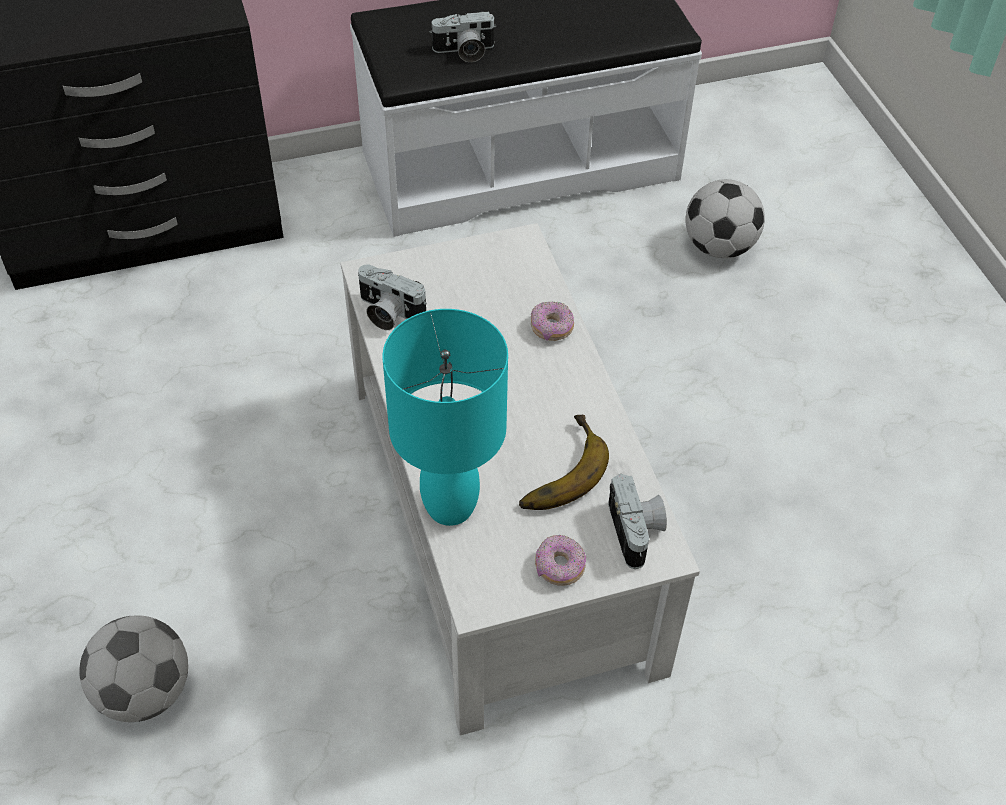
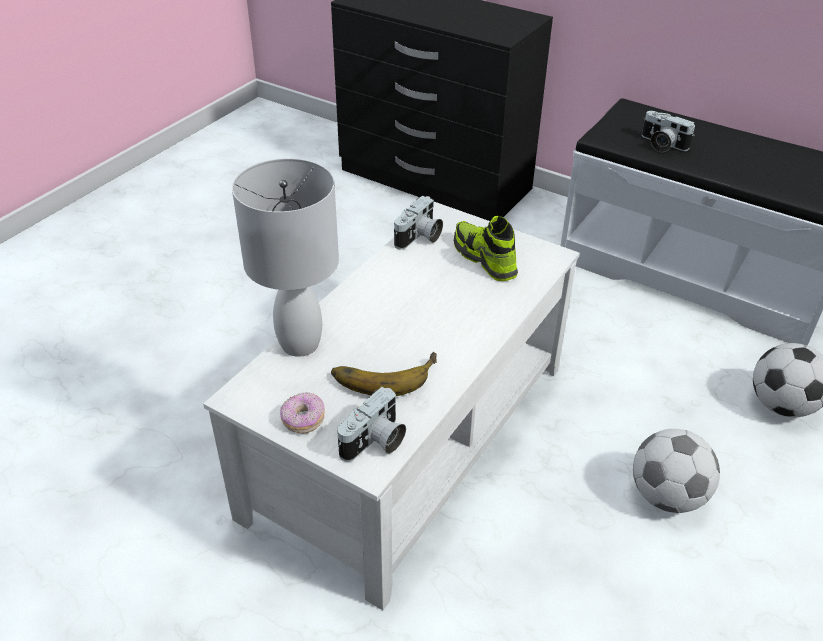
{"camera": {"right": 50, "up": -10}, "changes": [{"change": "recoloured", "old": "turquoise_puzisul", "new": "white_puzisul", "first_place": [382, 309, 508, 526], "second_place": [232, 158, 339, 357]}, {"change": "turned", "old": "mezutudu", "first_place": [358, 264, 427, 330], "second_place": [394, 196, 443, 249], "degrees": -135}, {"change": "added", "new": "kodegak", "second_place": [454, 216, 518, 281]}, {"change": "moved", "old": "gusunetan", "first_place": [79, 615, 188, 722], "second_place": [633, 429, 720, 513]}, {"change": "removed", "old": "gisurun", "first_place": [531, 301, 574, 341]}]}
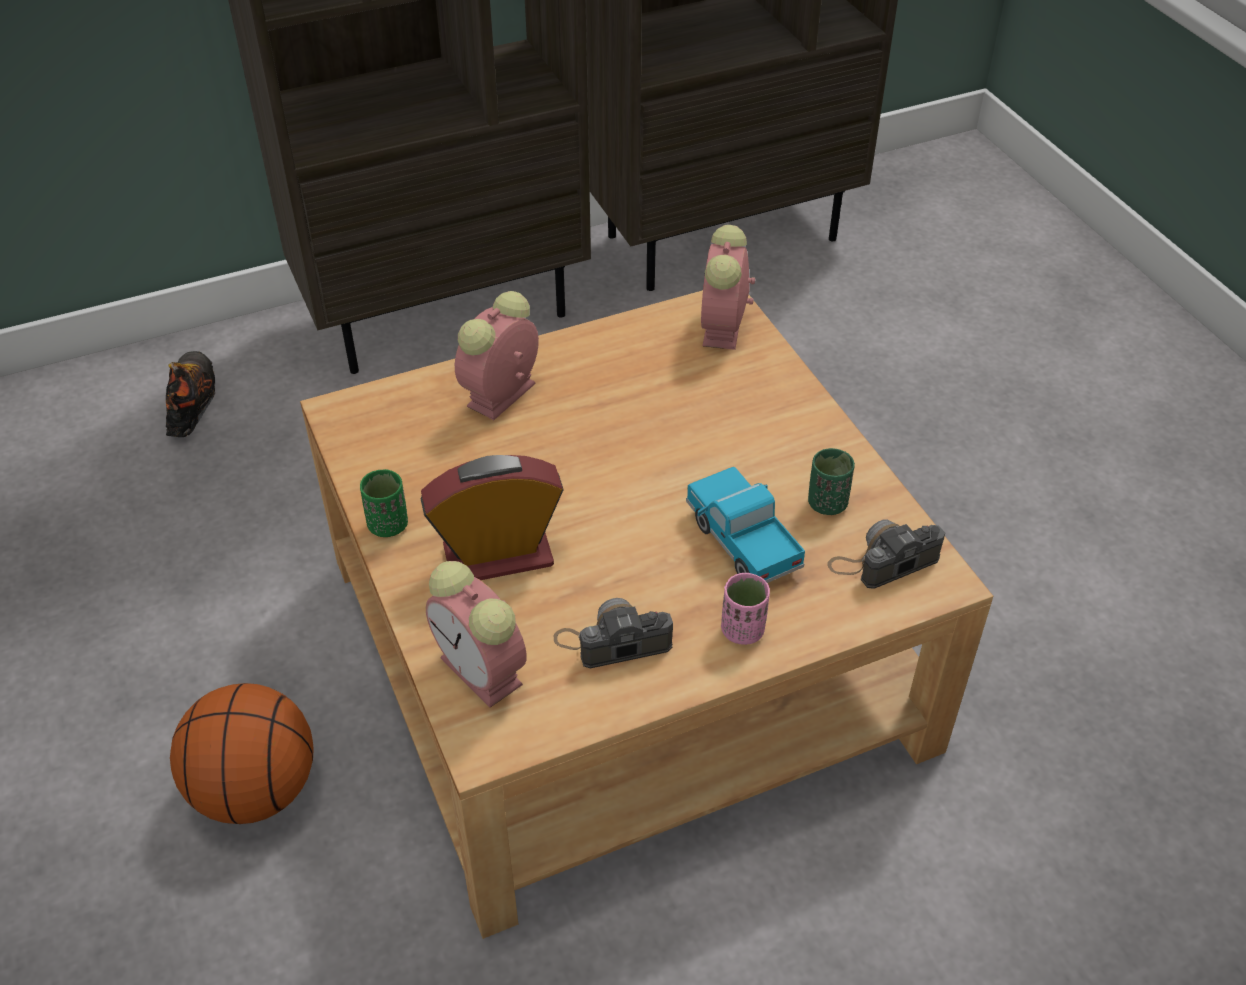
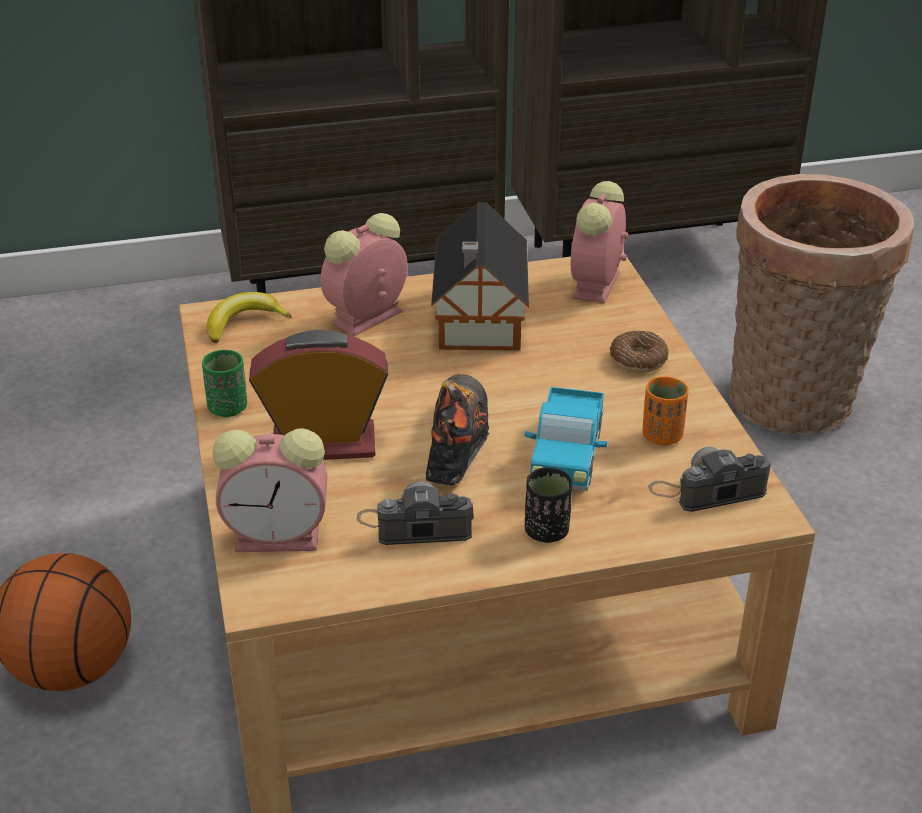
{"camera": {"right": 10, "up": -10}, "changes": [{"change": "added", "new": "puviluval", "second_place": [207, 292, 292, 343]}, {"change": "turned", "old": "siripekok", "first_place": [426, 561, 527, 708], "second_place": [213, 428, 327, 552], "degrees": -60}, {"change": "moved", "old": "kodegak", "first_place": [166, 351, 216, 437], "second_place": [426, 374, 490, 486]}, {"change": "added", "new": "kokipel", "second_place": [431, 202, 529, 351]}, {"change": "turned", "old": "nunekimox", "first_place": [686, 467, 805, 583], "second_place": [525, 387, 607, 491], "degrees": -150}, {"change": "recoloured", "old": "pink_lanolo", "new": "black_lanolo", "first_place": [721, 573, 770, 645], "second_place": [525, 467, 573, 543]}, {"change": "added", "new": "gisurun", "second_place": [610, 331, 669, 373]}, {"change": "recoloured", "old": "green_lanolo", "new": "orange_lanolo", "first_place": [808, 448, 855, 515], "second_place": [642, 376, 689, 446]}, {"change": "added", "new": "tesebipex", "second_place": [729, 174, 914, 435]}]}
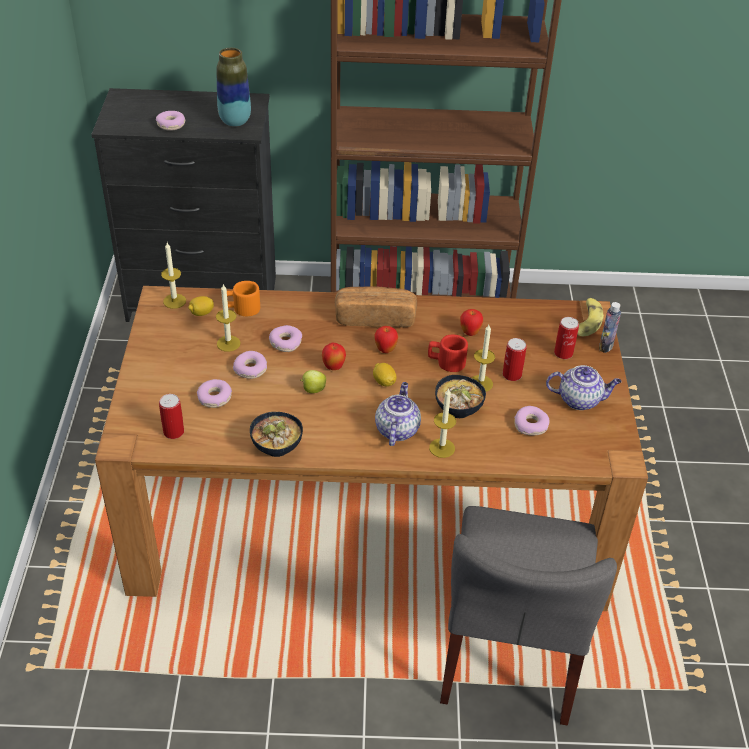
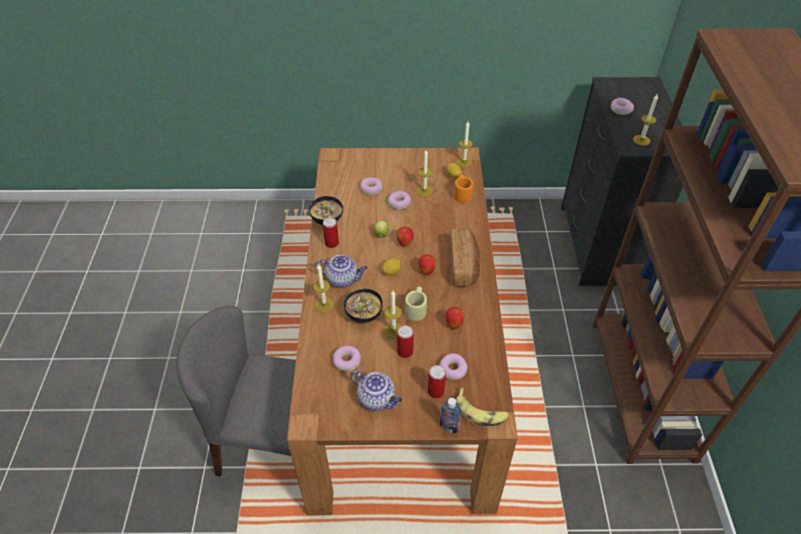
{"camera": {"right": 90, "up": 5}, "changes": [{"change": "moved", "old": "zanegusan", "first_place": [159, 394, 184, 439], "second_place": [323, 217, 339, 248]}, {"change": "turned", "old": "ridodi", "first_place": [546, 365, 621, 410], "second_place": [350, 370, 402, 411], "degrees": -60}, {"change": "recoloured", "old": "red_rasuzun", "new": "beige_rasuzun", "first_place": [428, 335, 468, 372], "second_place": [405, 287, 427, 321]}, {"change": "moved", "old": "gisurun", "first_place": [269, 325, 302, 352], "second_place": [439, 353, 468, 380]}, {"change": "replaced", "old": "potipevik", "new": "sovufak", "first_place": [216, 48, 251, 127], "second_place": [633, 95, 658, 146]}]}
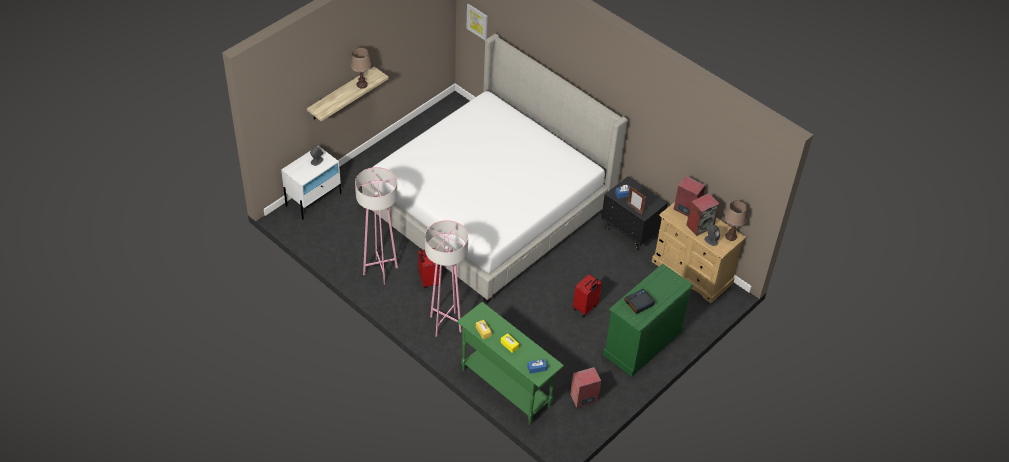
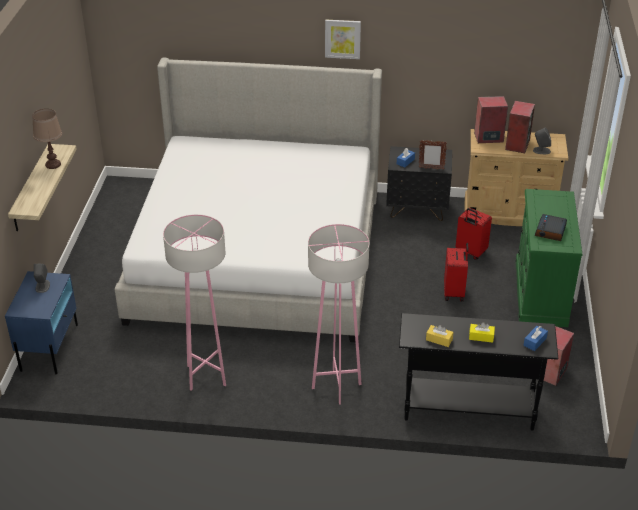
{"camera": {"right": -35, "up": -10}, "changes": [{"change": "recoloured", "old": "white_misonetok", "new": "blue_misonetok", "first_place": [281, 146, 341, 220], "second_place": [5, 271, 78, 374]}, {"change": "moved", "old": "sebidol", "first_place": [467, 4, 488, 40], "second_place": [325, 20, 361, 59]}, {"change": "recoloured", "old": "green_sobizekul", "new": "black_sobizekul", "first_place": [457, 302, 564, 425], "second_place": [399, 313, 558, 431]}, {"change": "moved", "old": "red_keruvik", "first_place": [418, 248, 439, 288], "second_place": [456, 208, 492, 260]}, {"change": "removed", "old": "brown_puzisul", "first_place": [725, 200, 747, 241]}]}
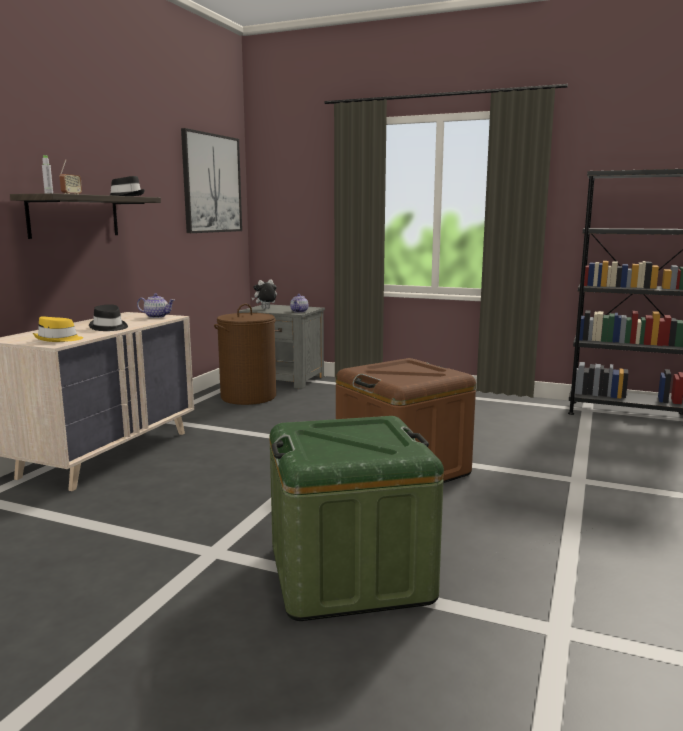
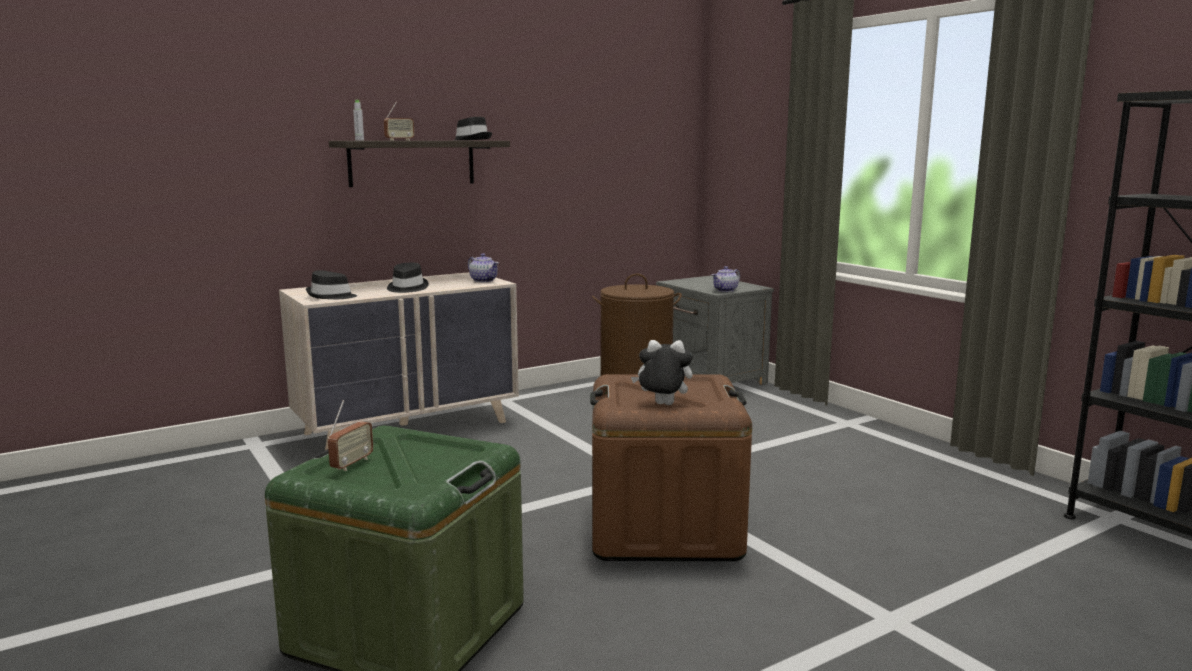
{"camera": {"right": 35, "up": 0}, "changes": [{"change": "recoloured", "old": "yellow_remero", "new": "black_remero", "first_place": [33, 317, 83, 342], "second_place": [306, 270, 357, 299]}, {"change": "added", "new": "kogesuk", "second_place": [328, 400, 373, 471]}, {"change": "moved", "old": "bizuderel", "first_place": [252, 279, 277, 309], "second_place": [631, 340, 693, 405]}, {"change": "removed", "old": "sebidol", "first_place": [181, 128, 242, 233]}]}
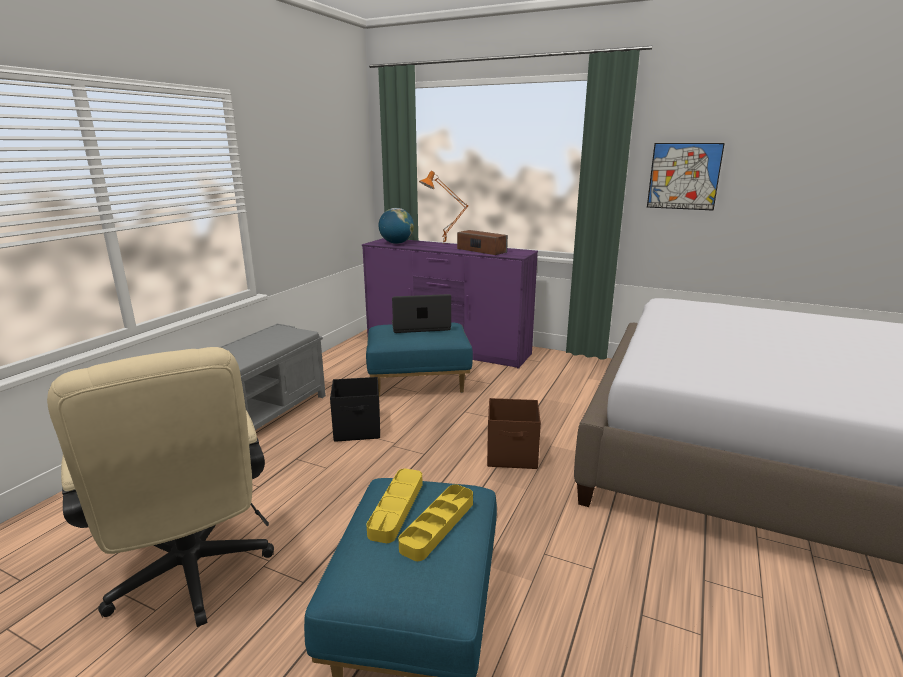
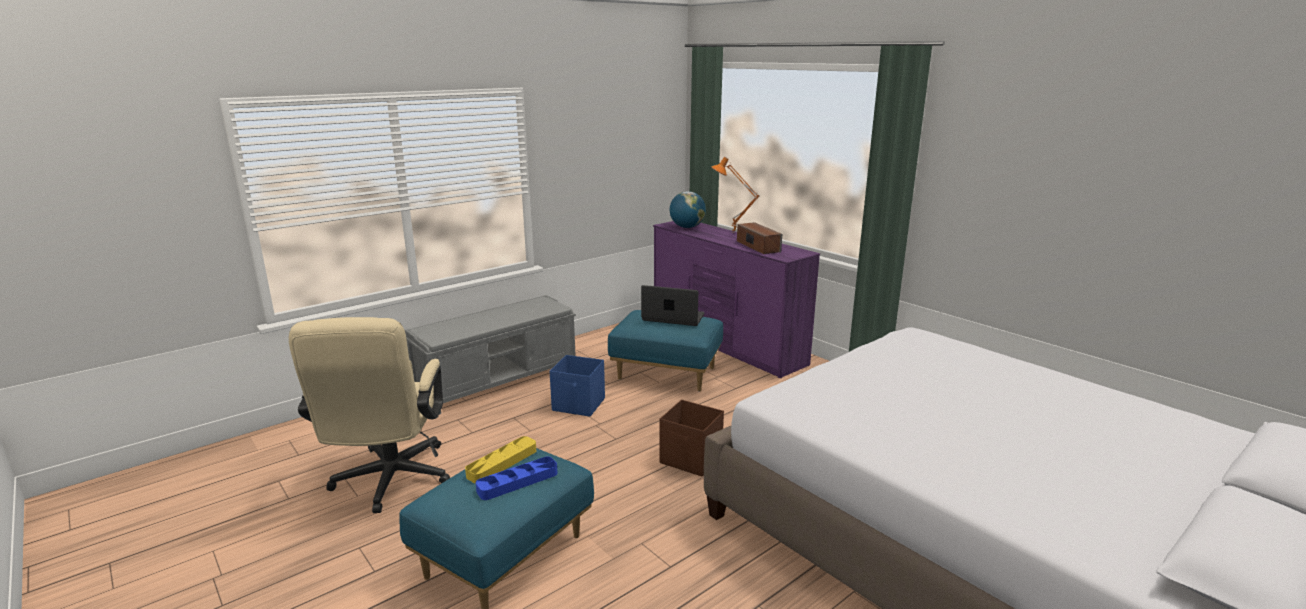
{"camera": {"right": 25, "up": 0}, "changes": [{"change": "recoloured", "old": "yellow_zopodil", "new": "blue_zopodil", "first_place": [398, 484, 473, 561], "second_place": [476, 457, 557, 500]}, {"change": "recoloured", "old": "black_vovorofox", "new": "blue_vovorofox", "first_place": [330, 377, 380, 442], "second_place": [550, 355, 605, 417]}, {"change": "removed", "old": "sebidol", "first_place": [647, 143, 725, 211]}]}
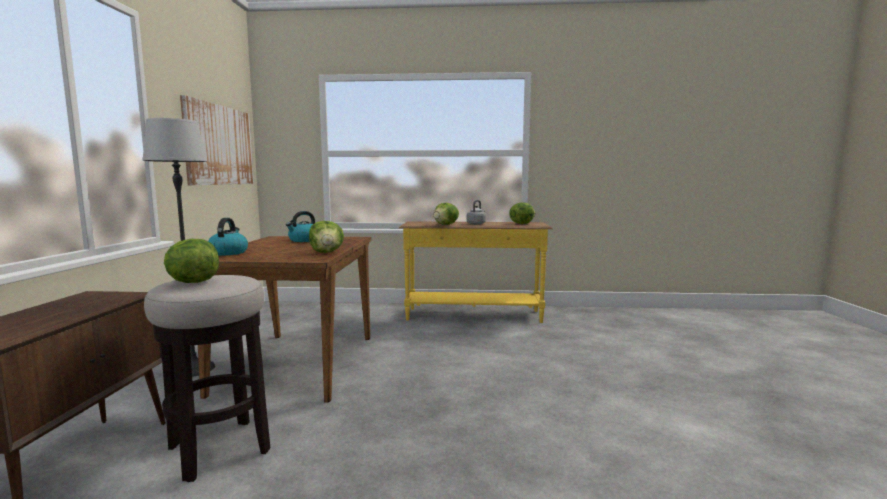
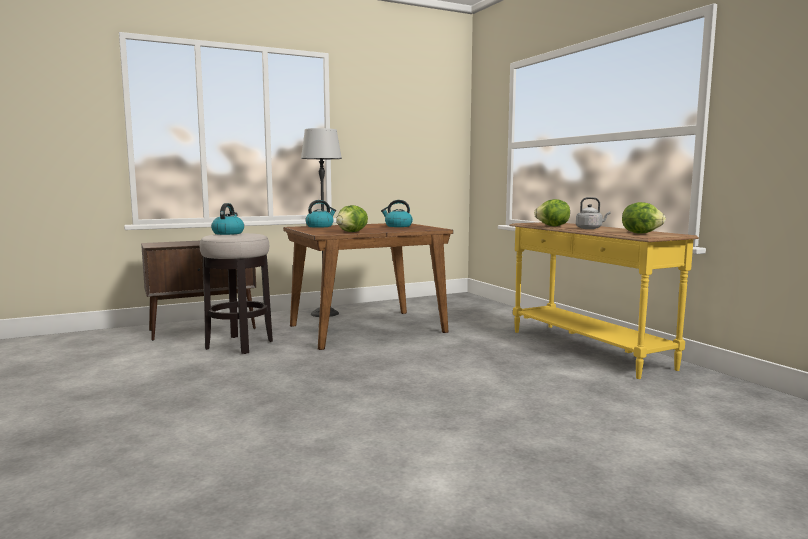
{"camera": {"right": 60, "up": 0}, "changes": [{"change": "replaced", "old": "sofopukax", "new": "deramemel", "first_place": [164, 239, 219, 283], "second_place": [211, 203, 244, 235]}, {"change": "removed", "old": "sebidol", "first_place": [180, 95, 254, 185]}]}
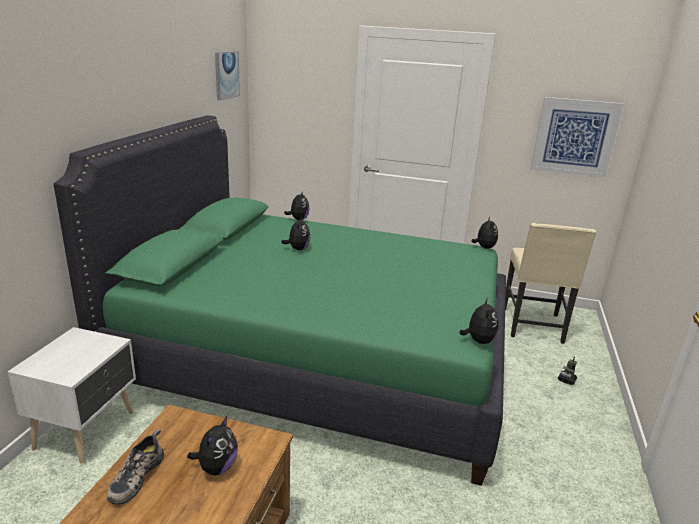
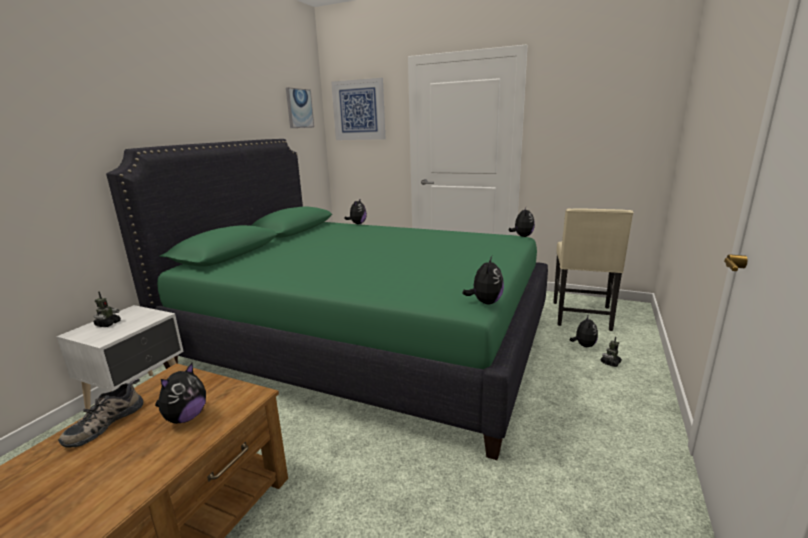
{"camera": {"right": 10, "up": -5}, "changes": [{"change": "added", "new": "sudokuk", "second_place": [94, 292, 121, 327]}, {"change": "moved", "old": "sebidol", "first_place": [531, 97, 624, 178], "second_place": [331, 78, 385, 140]}, {"change": "moved", "old": "bizuderel", "first_place": [281, 216, 310, 250], "second_place": [570, 314, 598, 347]}]}
